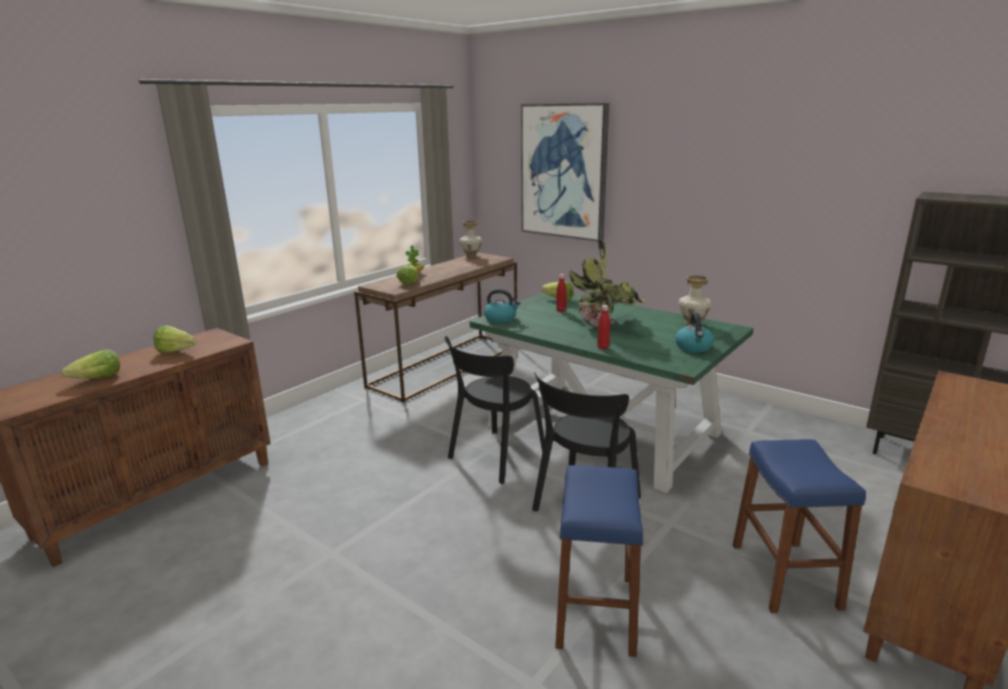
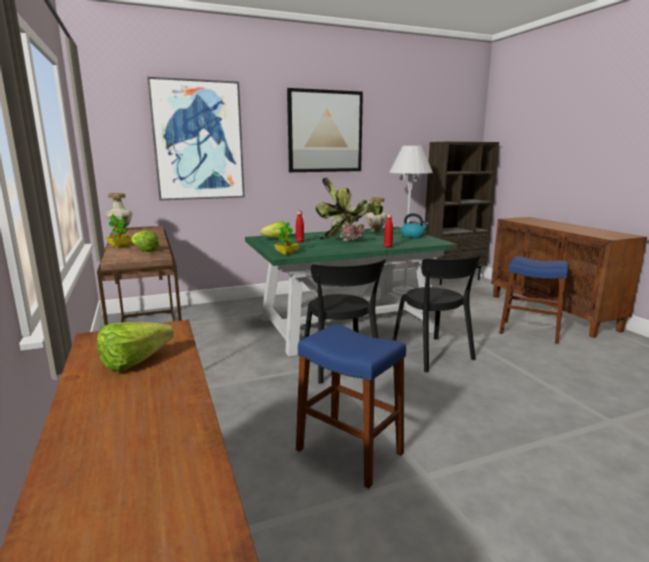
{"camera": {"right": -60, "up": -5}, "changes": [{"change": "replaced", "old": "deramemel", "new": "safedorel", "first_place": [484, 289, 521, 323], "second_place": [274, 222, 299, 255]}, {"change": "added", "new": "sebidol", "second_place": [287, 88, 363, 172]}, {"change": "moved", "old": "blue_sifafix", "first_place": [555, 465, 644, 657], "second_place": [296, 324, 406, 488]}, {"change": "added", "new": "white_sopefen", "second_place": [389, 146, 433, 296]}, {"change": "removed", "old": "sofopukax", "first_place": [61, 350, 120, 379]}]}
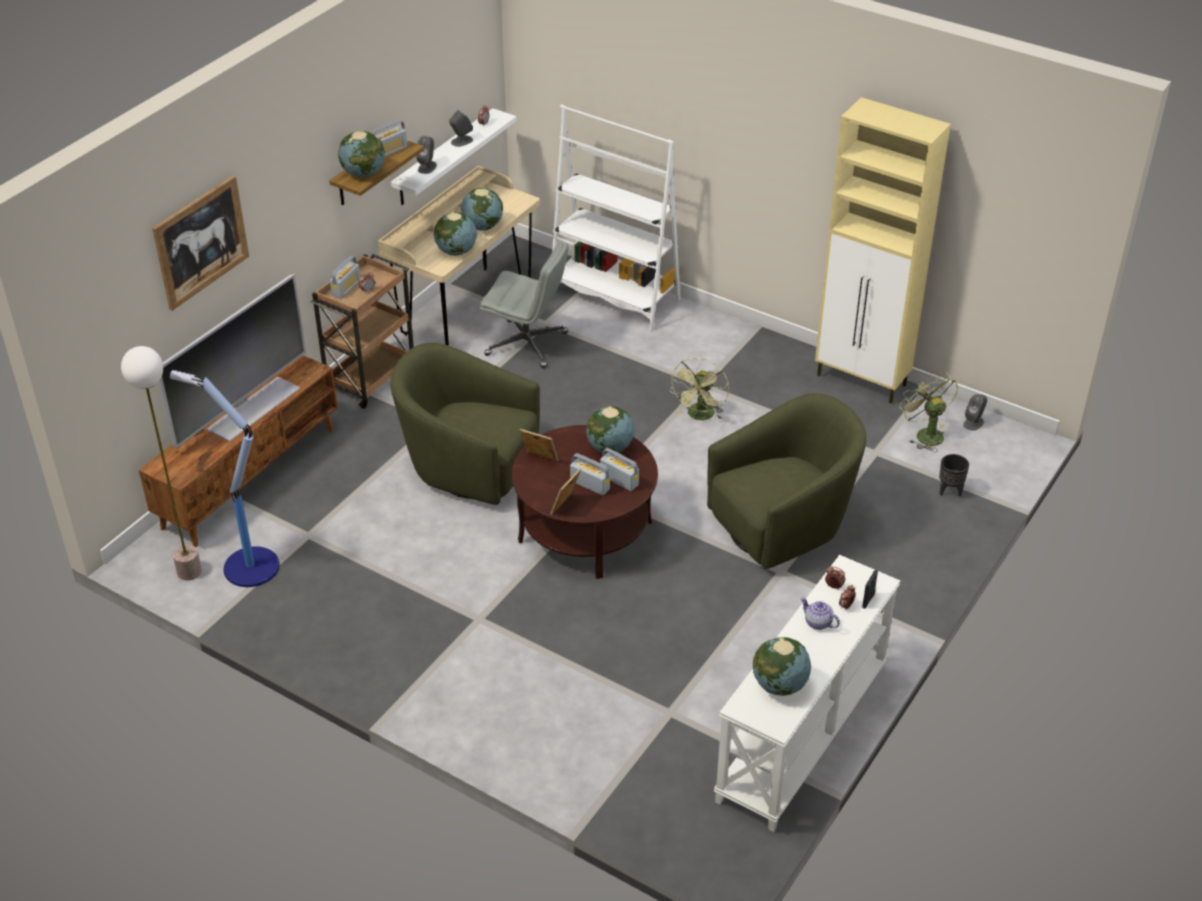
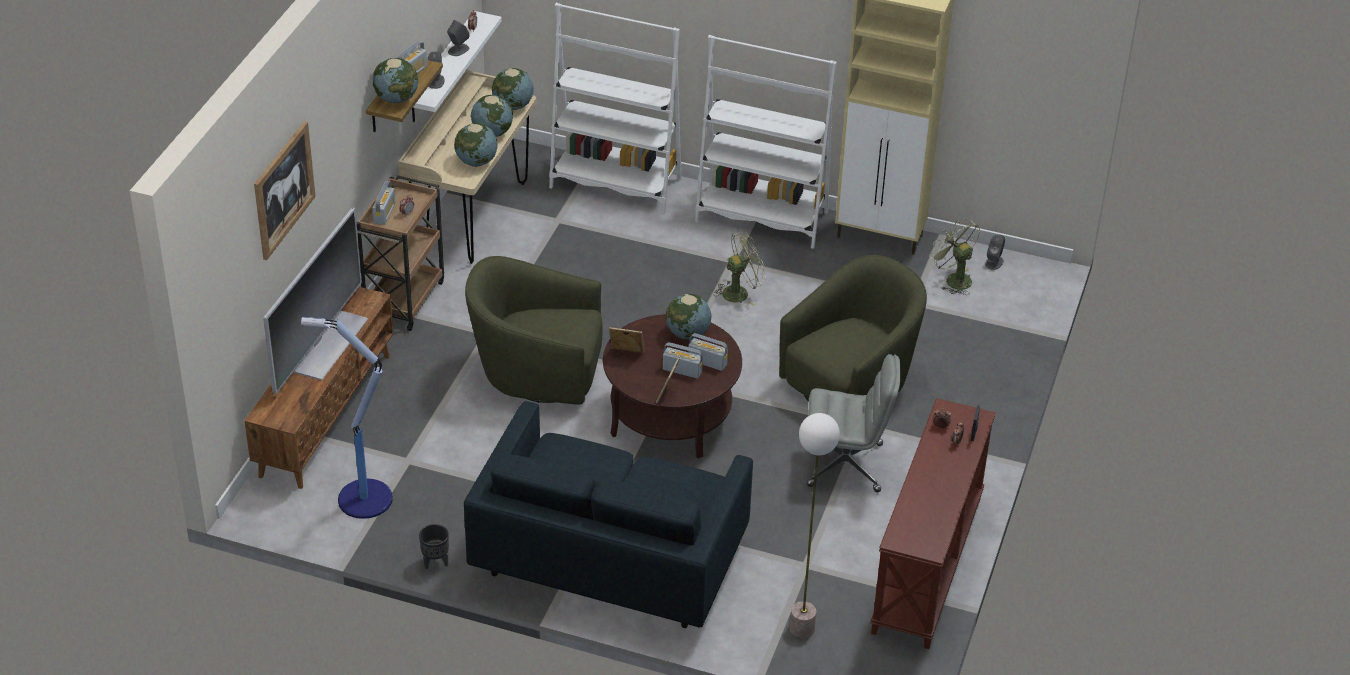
{"camera": {"right": -15, "up": 0}, "changes": [{"change": "moved", "old": "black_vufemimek", "first_place": [939, 454, 969, 497], "second_place": [419, 524, 449, 569]}, {"change": "added", "new": "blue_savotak", "second_place": [464, 401, 753, 628]}, {"change": "moved", "old": "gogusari", "first_place": [752, 637, 811, 696], "second_place": [492, 68, 534, 110]}, {"change": "added", "new": "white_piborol", "second_place": [695, 35, 837, 249]}, {"change": "turned", "old": "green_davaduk", "first_place": [670, 358, 729, 420], "second_place": [713, 231, 766, 306], "degrees": -120}, {"change": "moved", "old": "sopefen", "first_place": [121, 346, 202, 581], "second_place": [790, 413, 840, 638]}, {"change": "moved", "old": "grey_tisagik", "first_place": [480, 242, 569, 368], "second_place": [807, 354, 901, 492]}, {"change": "recoloured", "old": "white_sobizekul", "new": "brown_sobizekul", "first_place": [714, 555, 900, 832], "second_place": [871, 398, 996, 649]}, {"change": "removed", "old": "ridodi", "first_place": [801, 597, 840, 630]}]}
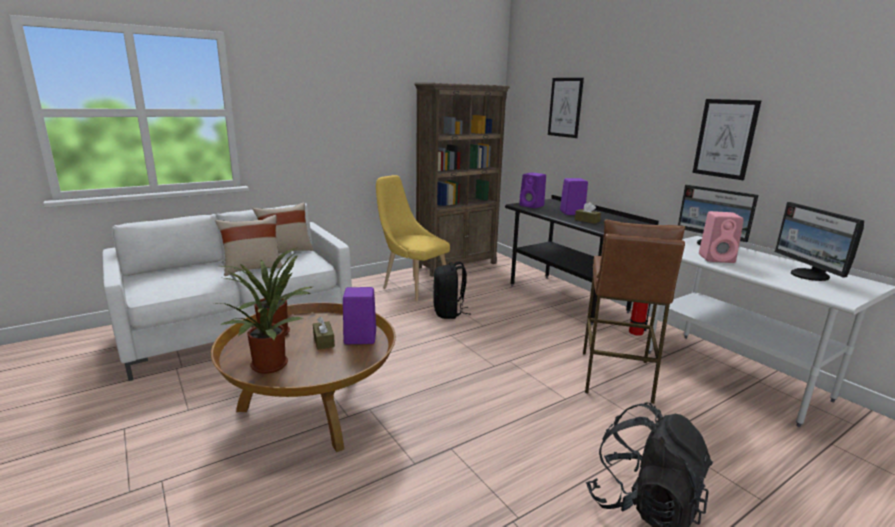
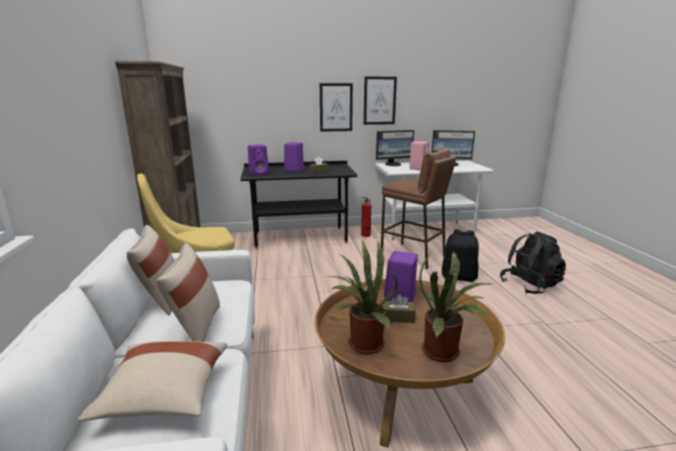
{"camera": {"right": -65, "up": 0}, "changes": [{"change": "added", "new": "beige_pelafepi", "second_place": [78, 341, 227, 421]}, {"change": "moved", "old": "sebidol", "first_place": [548, 78, 584, 138], "second_place": [320, 83, 353, 132]}, {"change": "moved", "old": "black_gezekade", "first_place": [433, 261, 470, 319], "second_place": [442, 229, 479, 282]}]}
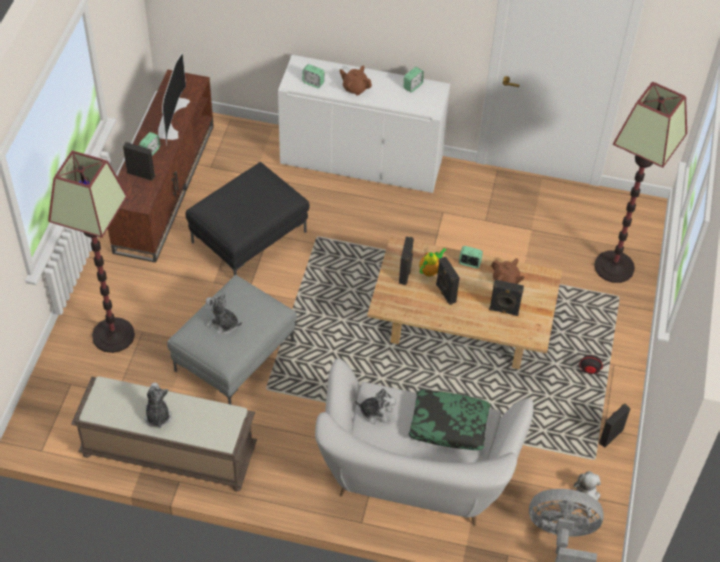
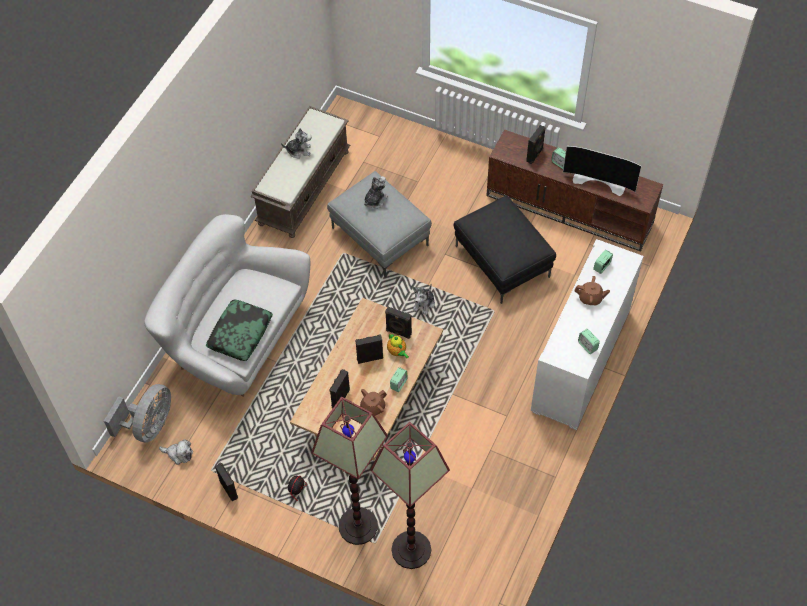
{"camera": {"right": 105, "up": 5}, "changes": [{"change": "moved", "old": "sopefen", "first_place": [48, 151, 135, 353], "second_place": [311, 396, 388, 545]}, {"change": "moved", "old": "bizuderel", "first_place": [355, 388, 396, 424], "second_place": [413, 285, 435, 315]}, {"change": "turned", "old": "brown_ridodi", "first_place": [339, 66, 372, 96], "second_place": [575, 276, 610, 305], "degrees": 60}]}
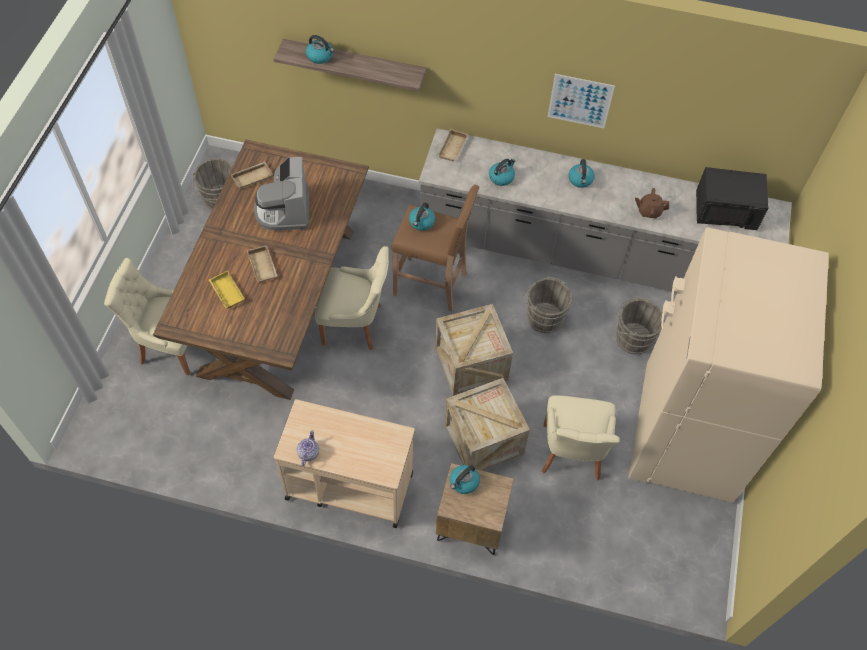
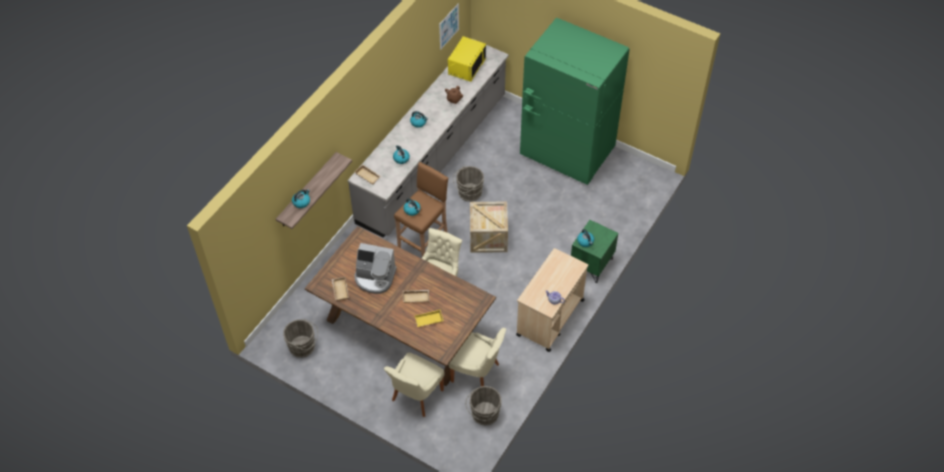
{"camera": {"right": -70, "up": -5}, "changes": [{"change": "moved", "old": "sebidol", "first_place": [547, 74, 615, 128], "second_place": [439, 3, 459, 50]}, {"change": "recoloured", "old": "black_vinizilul", "new": "yellow_vinizilul", "first_place": [696, 167, 768, 230], "second_place": [448, 36, 486, 82]}, {"change": "moved", "old": "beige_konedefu", "first_place": [542, 395, 620, 480], "second_place": [449, 328, 506, 387]}, {"change": "moved", "old": "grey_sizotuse", "first_place": [613, 298, 665, 354], "second_place": [465, 386, 502, 425]}, {"change": "recoloured", "old": "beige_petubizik", "new": "green_petubizik", "first_place": [628, 227, 829, 503], "second_place": [520, 18, 630, 185]}, {"change": "recoloured", "old": "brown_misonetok", "new": "green_misonetok", "first_place": [436, 463, 514, 555], "second_place": [571, 220, 618, 283]}, {"change": "removed", "old": "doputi", "first_place": [444, 378, 530, 471]}]}
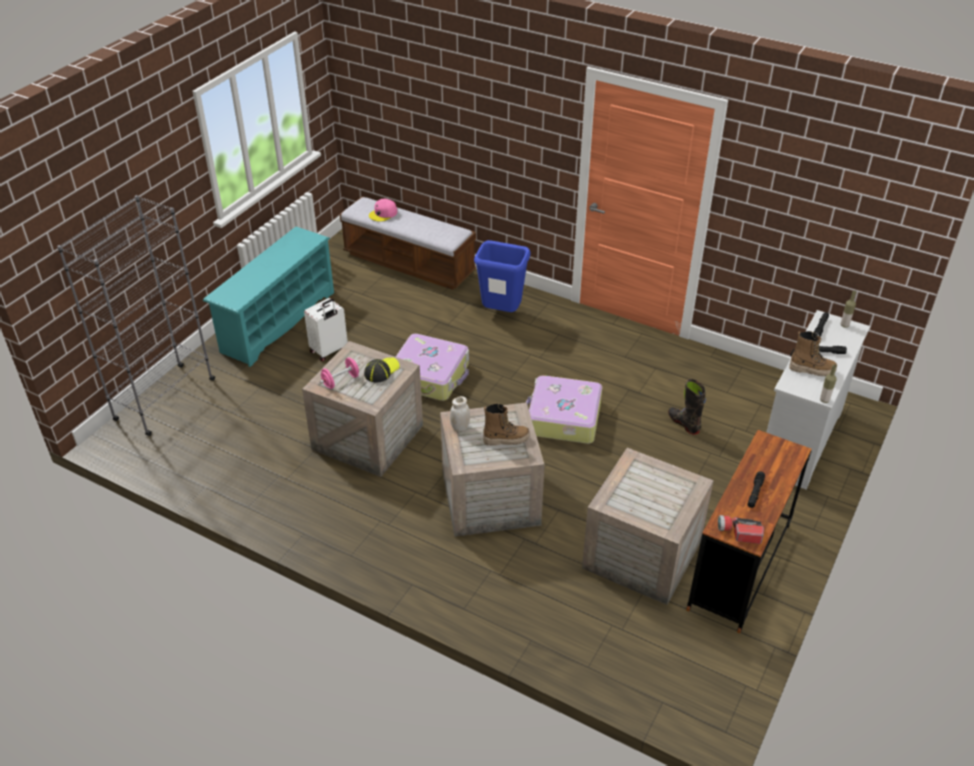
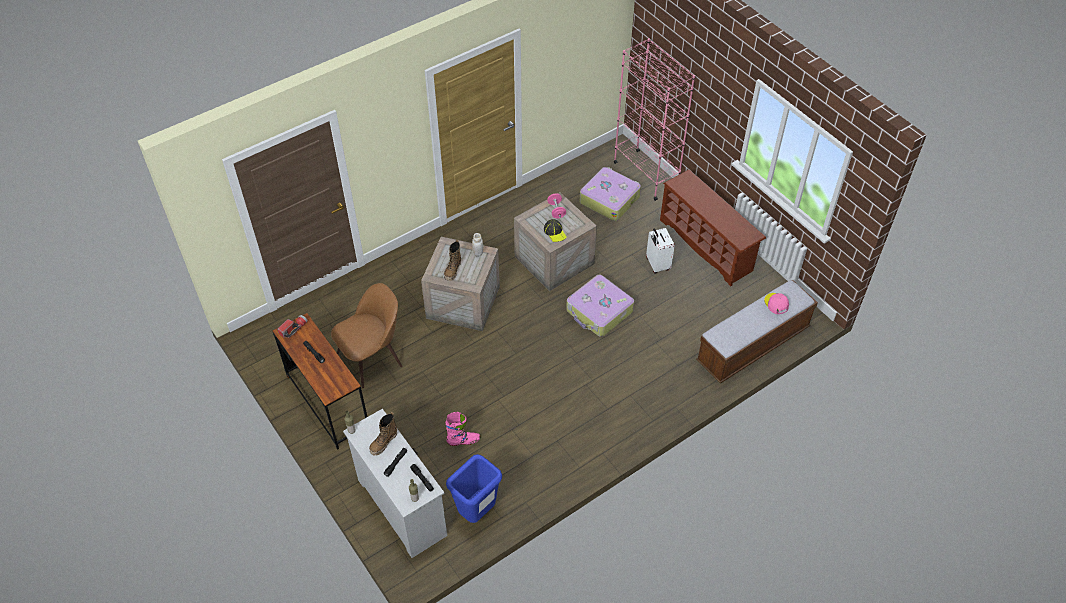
{"camera": {"right": 115, "up": 10}, "changes": [{"change": "replaced", "old": "doputi", "new": "brown_konedefu", "first_place": [582, 448, 714, 605], "second_place": [331, 283, 402, 388]}, {"change": "recoloured", "old": "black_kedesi", "new": "pink_kedesi", "first_place": [668, 379, 706, 435], "second_place": [446, 412, 480, 446]}, {"change": "moved", "old": "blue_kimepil", "first_place": [474, 240, 531, 312], "second_place": [446, 454, 502, 523]}, {"change": "moved", "old": "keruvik", "first_place": [526, 376, 602, 444], "second_place": [580, 167, 641, 221]}, {"change": "recoloured", "old": "grey_piborol", "new": "pink_piborol", "first_place": [57, 195, 215, 436], "second_place": [613, 38, 695, 201]}, {"change": "recoloured", "old": "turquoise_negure", "new": "brown_negure", "first_place": [203, 226, 334, 367], "second_place": [660, 170, 766, 286]}]}
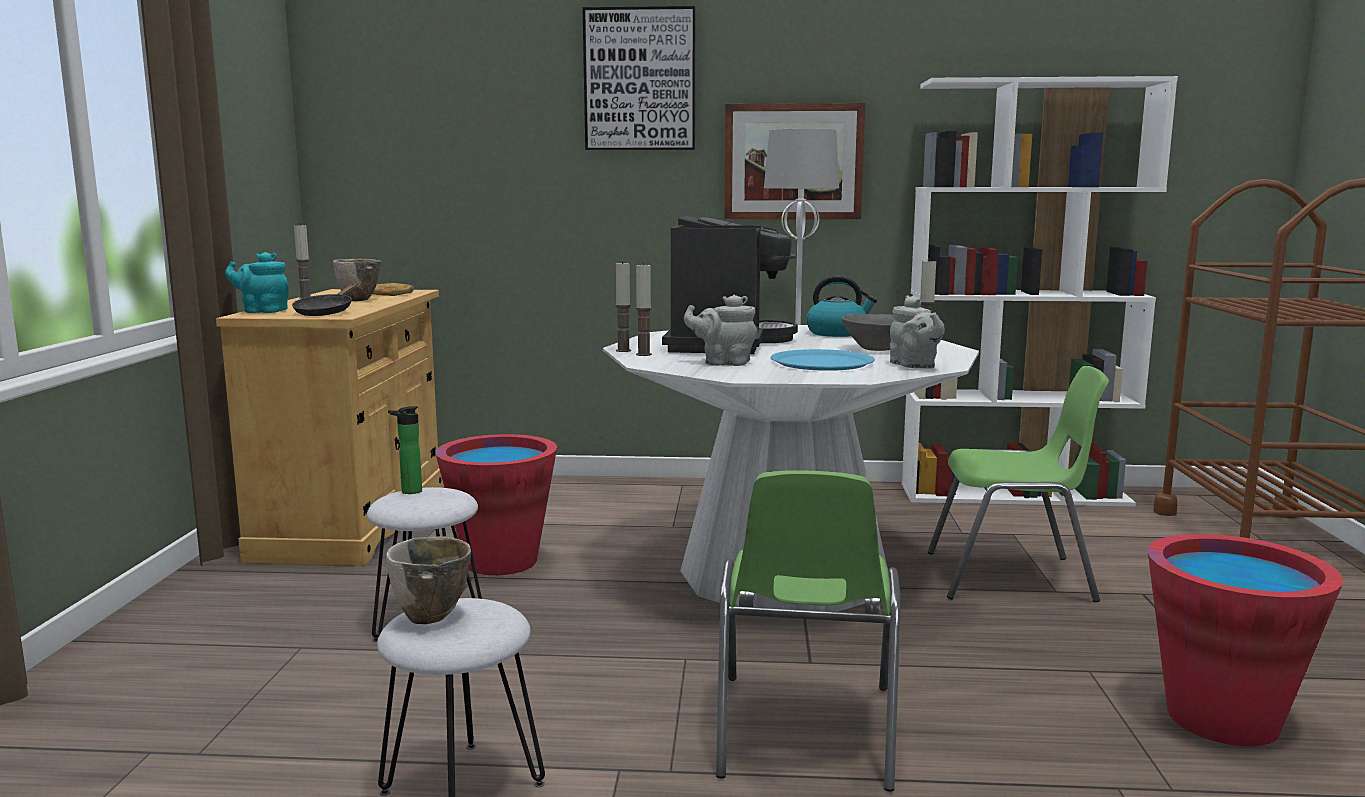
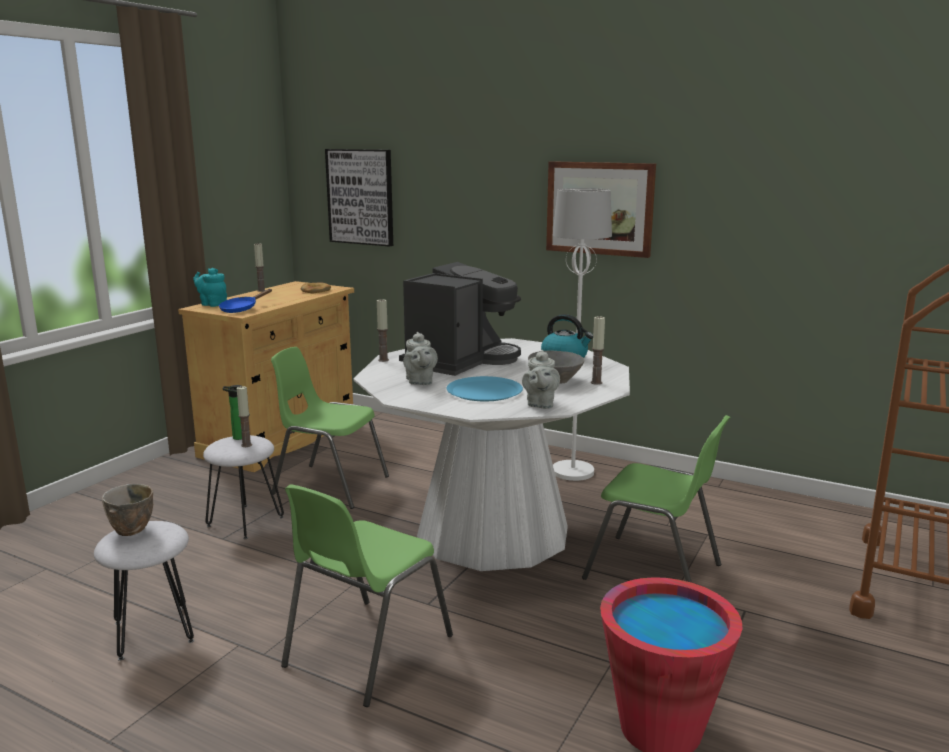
{"camera": {"right": 25, "up": 5}, "changes": [{"change": "recoloured", "old": "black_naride", "new": "blue_naride", "first_place": [292, 284, 357, 316], "second_place": [219, 289, 272, 313]}, {"change": "moved", "old": "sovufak", "first_place": [636, 262, 652, 356], "second_place": [237, 386, 252, 447]}, {"change": "replaced", "old": "red_sizotuse", "new": "green_konedefu", "first_place": [435, 434, 557, 575], "second_place": [271, 347, 389, 509]}, {"change": "moved", "old": "sebidol", "first_place": [582, 6, 695, 150], "second_place": [325, 149, 393, 247]}, {"change": "turned", "old": "grey_ridodi", "first_place": [684, 295, 757, 366], "second_place": [403, 332, 438, 385], "degrees": -135}, {"change": "removed", "old": "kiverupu", "first_place": [333, 259, 381, 301]}, {"change": "removed", "old": "white_piborol", "first_place": [902, 76, 1178, 507]}]}
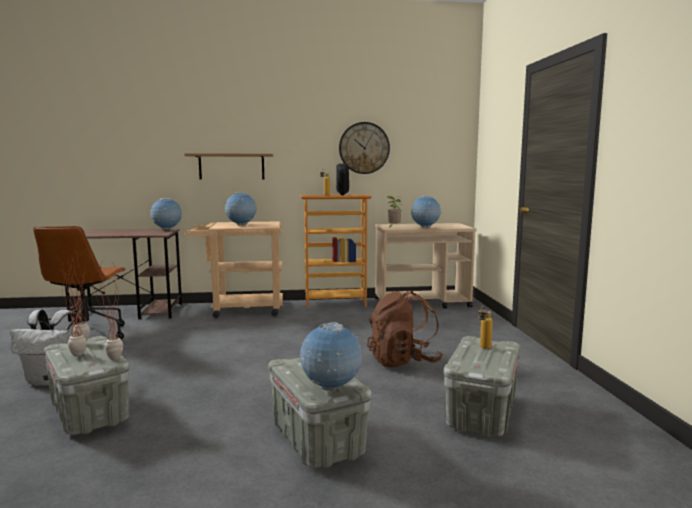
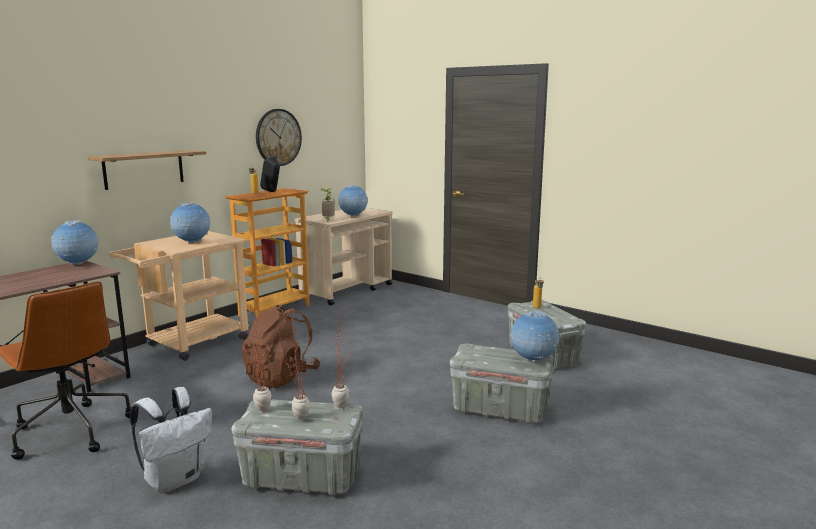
{"camera": {"right": -45, "up": 5}, "changes": [{"change": "moved", "old": "brown_gezekade", "first_place": [367, 290, 443, 367], "second_place": [242, 305, 320, 388]}]}
